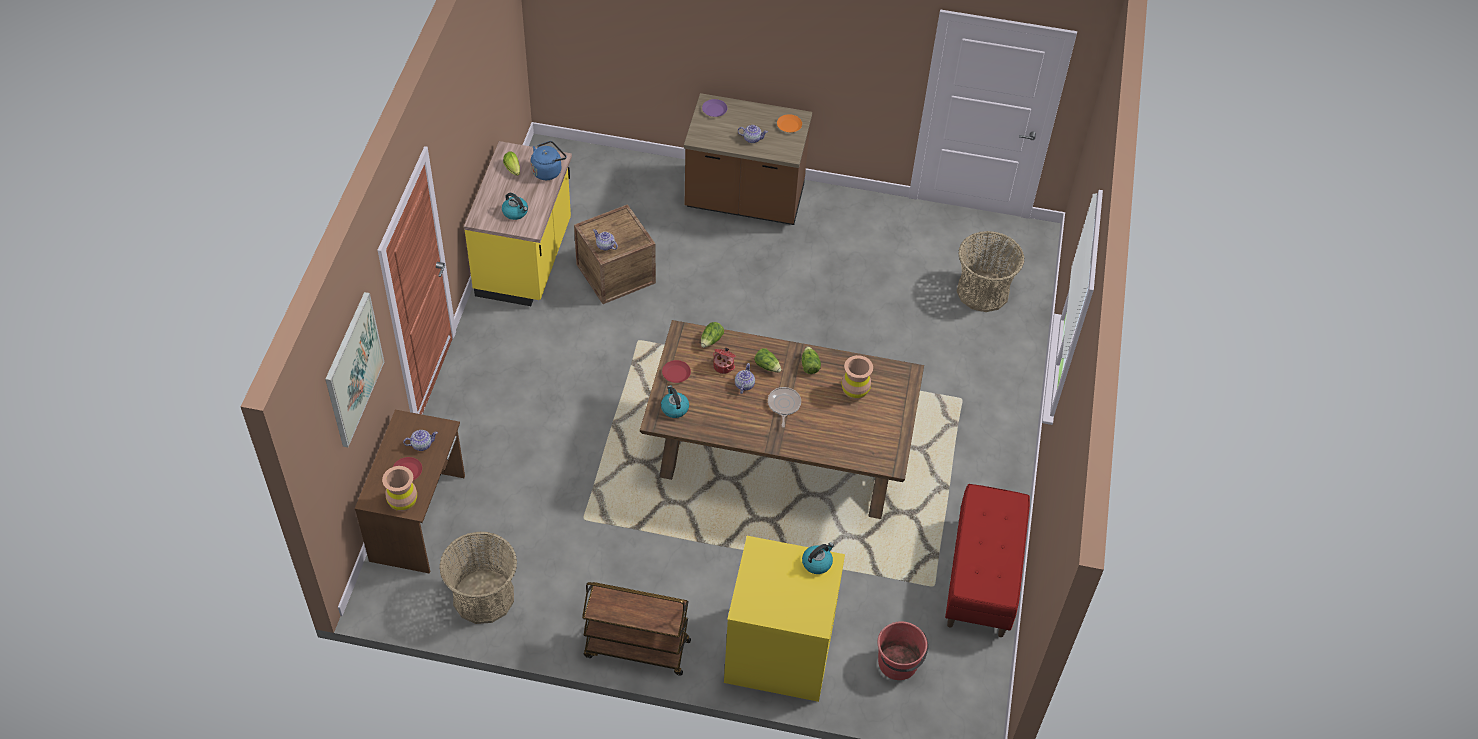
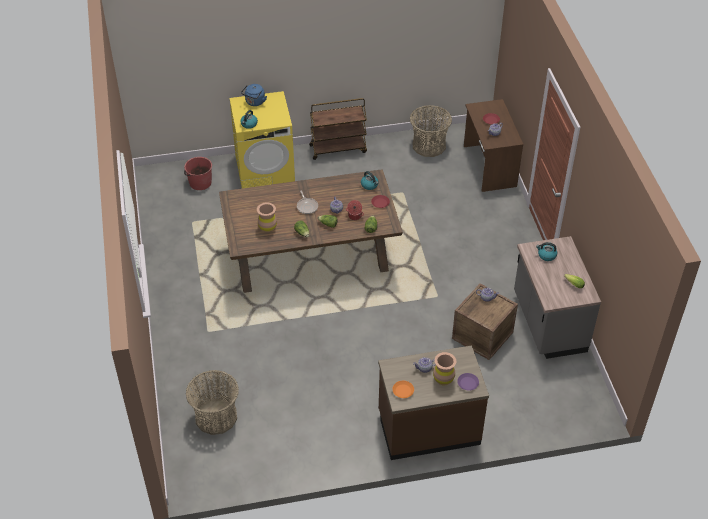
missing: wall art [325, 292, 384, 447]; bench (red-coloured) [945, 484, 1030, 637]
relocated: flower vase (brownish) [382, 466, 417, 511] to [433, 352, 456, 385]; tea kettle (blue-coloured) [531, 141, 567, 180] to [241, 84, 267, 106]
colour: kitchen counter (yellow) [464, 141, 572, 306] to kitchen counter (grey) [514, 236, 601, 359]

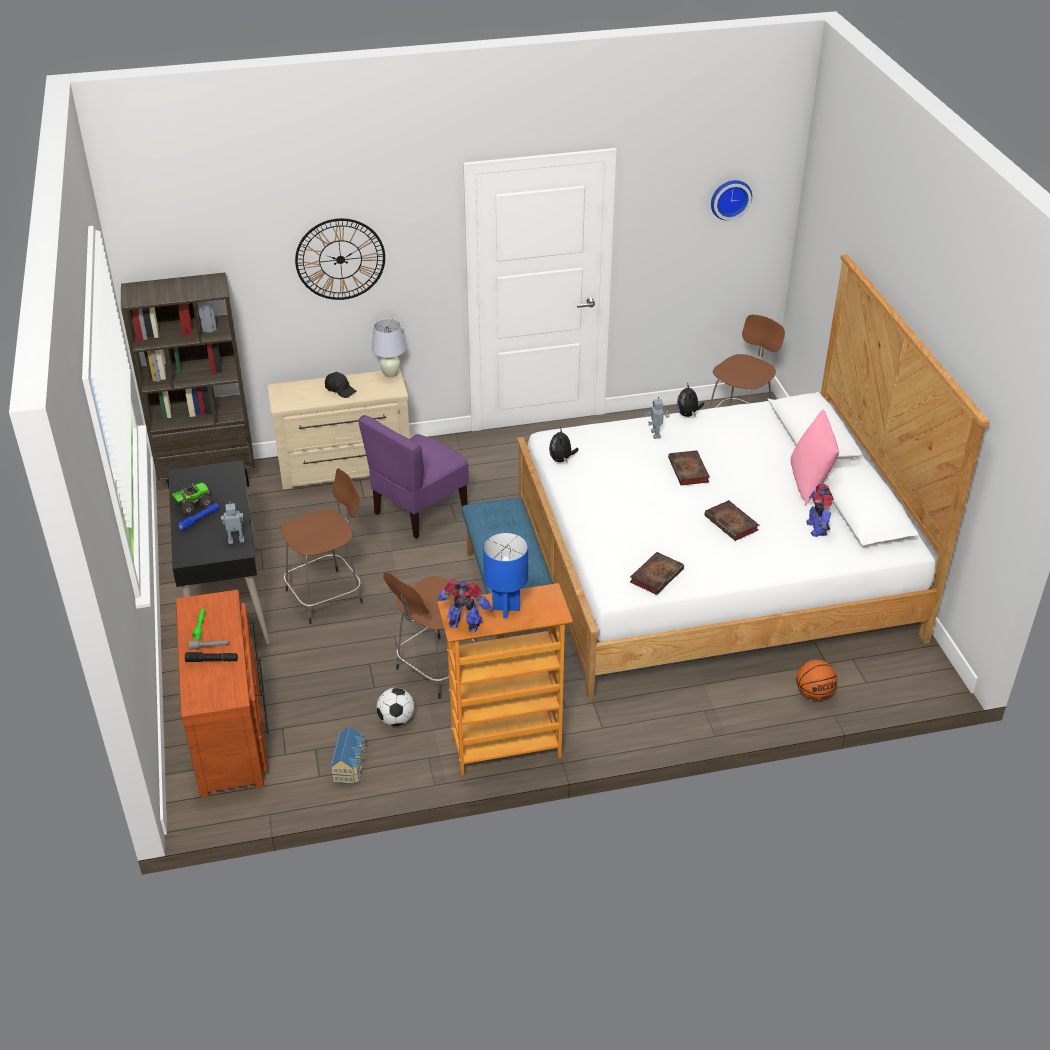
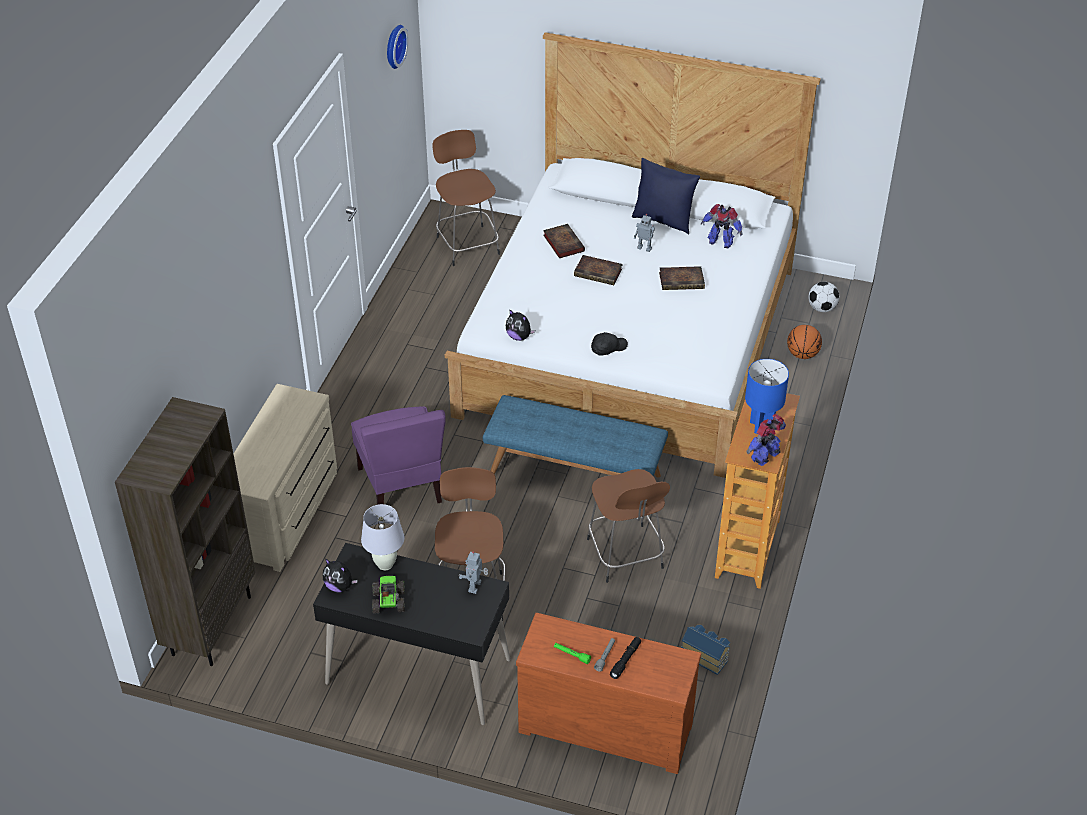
missing: flashlight (blue-coloured) [178, 503, 219, 531]; wall clock [295, 218, 385, 300]
relocated: baseball cap (black-coloured) [325, 372, 356, 398] to [591, 332, 628, 356]; tabletop lamp (white-coloured) [372, 319, 406, 378] to [361, 504, 405, 570]; ball for football [376, 688, 414, 726] to [808, 282, 840, 312]; volume [630, 552, 684, 595] to [543, 224, 585, 258]; model robot [645, 397, 670, 439] to [634, 214, 655, 252]; plush toy [677, 382, 704, 417] to [323, 558, 358, 593]
colour: cushion (pink) [791, 410, 839, 505] to cushion (blue-coloured) [632, 158, 701, 235]

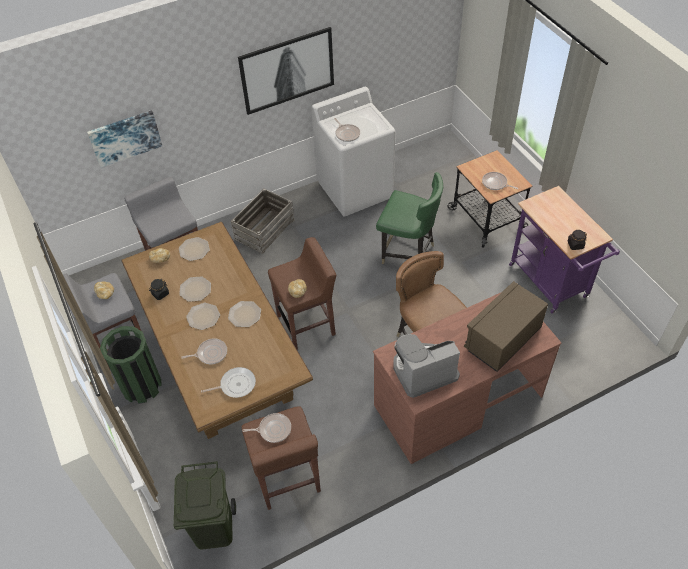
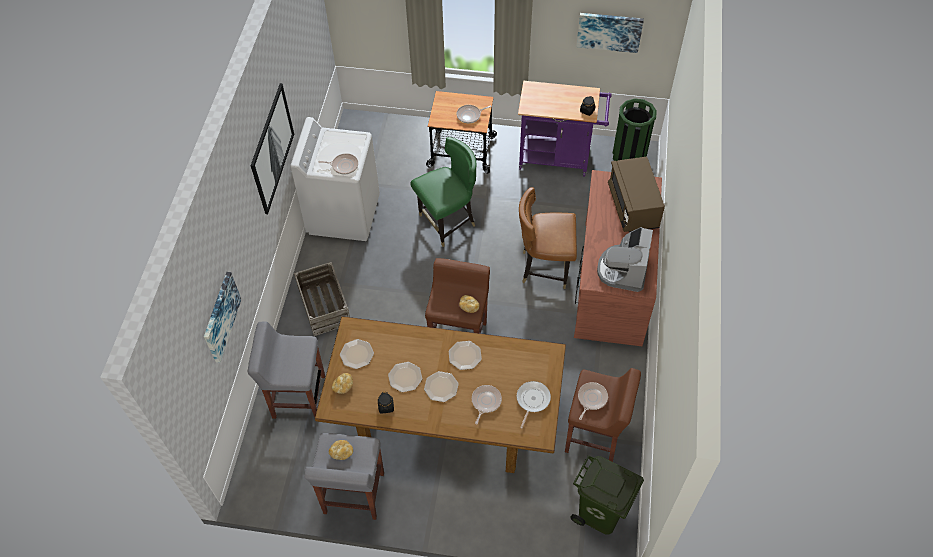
appeared: wall art [576, 13, 644, 53]
relocated: waste bin (greenish) [100, 326, 162, 404] to [612, 98, 657, 161]

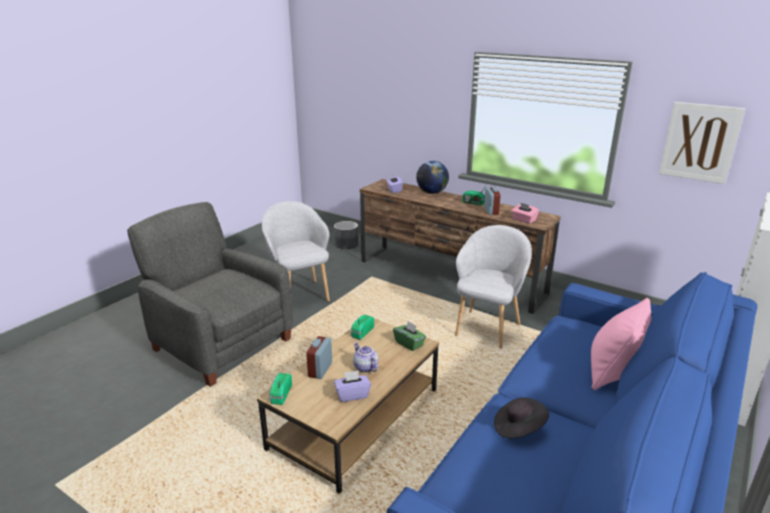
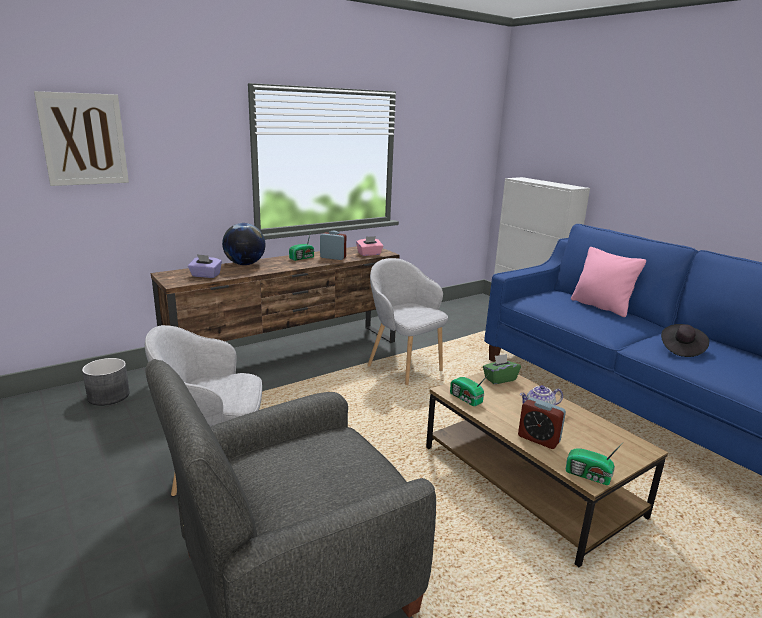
missing: tissue holder (purple-coloured) [334, 371, 371, 402]
relocated: wall art [659, 102, 745, 184] to [34, 91, 129, 186]

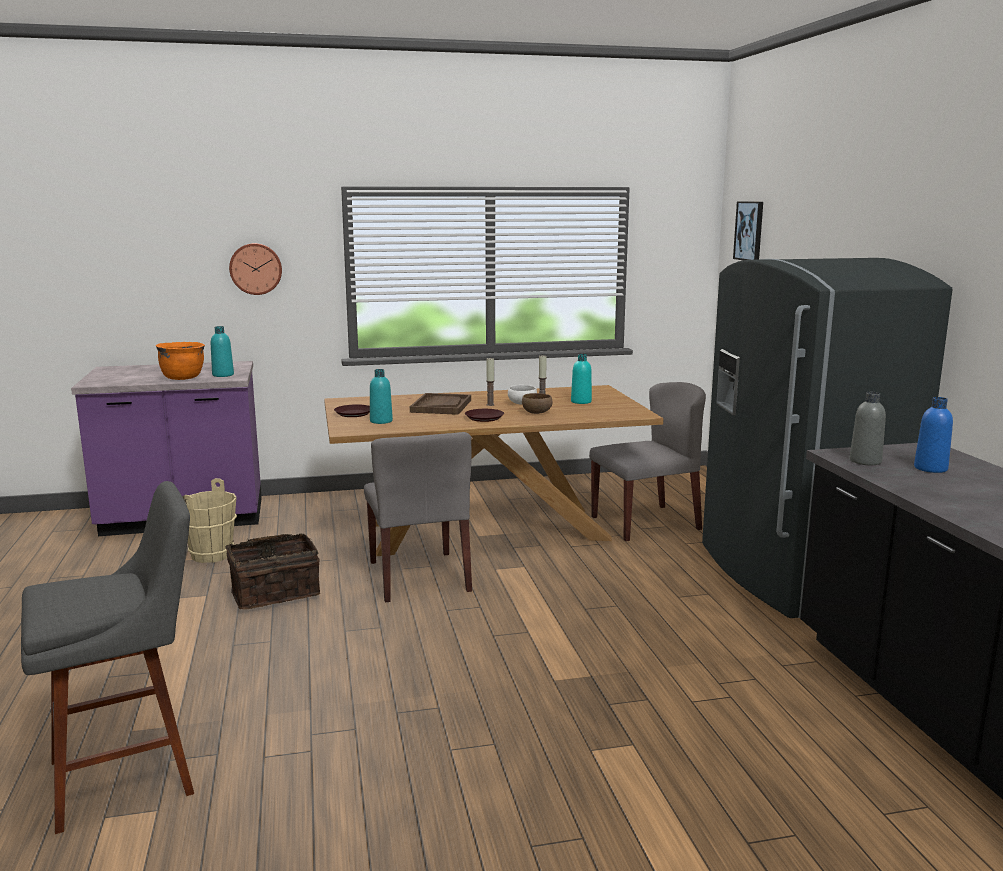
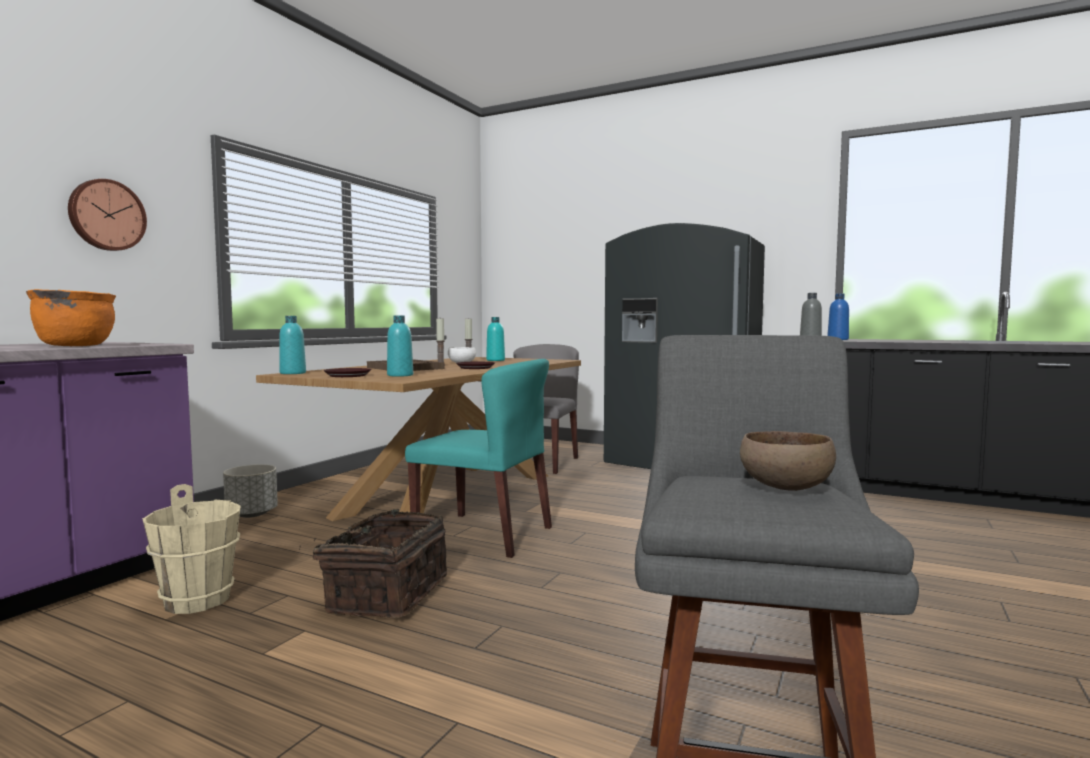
missing: wall art [733, 201, 763, 260]
appeared: planter (grey) [223, 464, 278, 518]
relocated: drink bottle (turquoise) [211, 326, 234, 377] to [279, 316, 306, 374]; serving bowl (brownish) [522, 393, 552, 414] to [740, 431, 836, 491]
colour: chair (grey) [364, 432, 472, 603] to chair (turquoise) [405, 359, 552, 558]

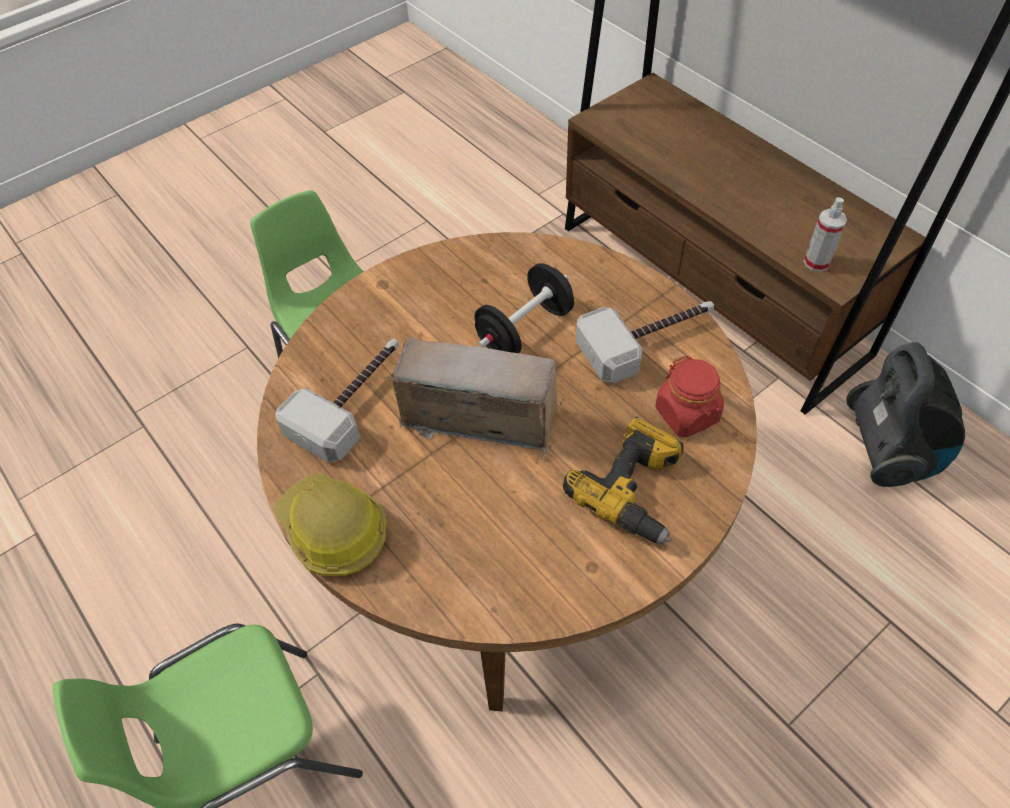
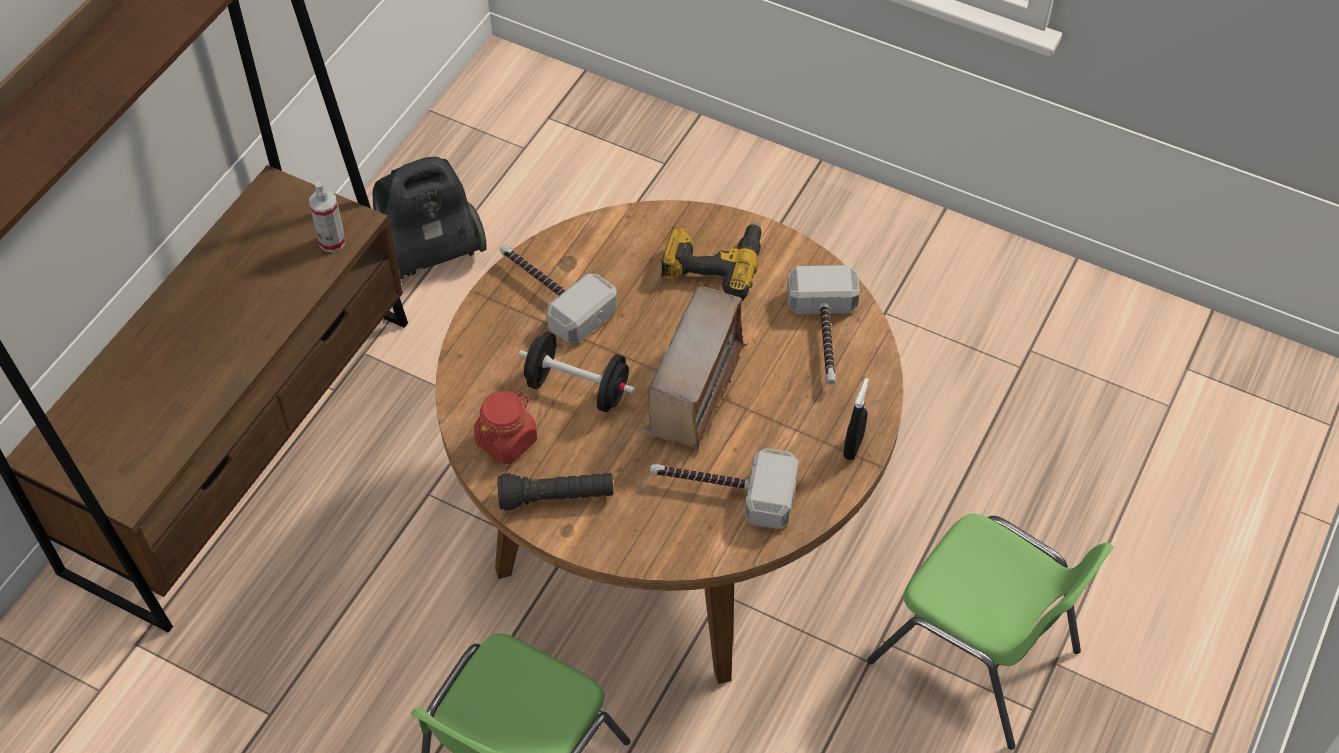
appeared: flashlight (black-coloured) [498, 473, 614, 510]; hand hammer [787, 265, 860, 385]
relocated: preserve jar (red-coloured) [655, 356, 724, 437] to [474, 390, 537, 464]
exchanged: work helmet [274, 474, 387, 576] to spray bottle (black-coloured) [843, 378, 869, 460]
spun: radio set [384, 336, 565, 460] = [642, 282, 748, 450] 150 degrees counterclockwise

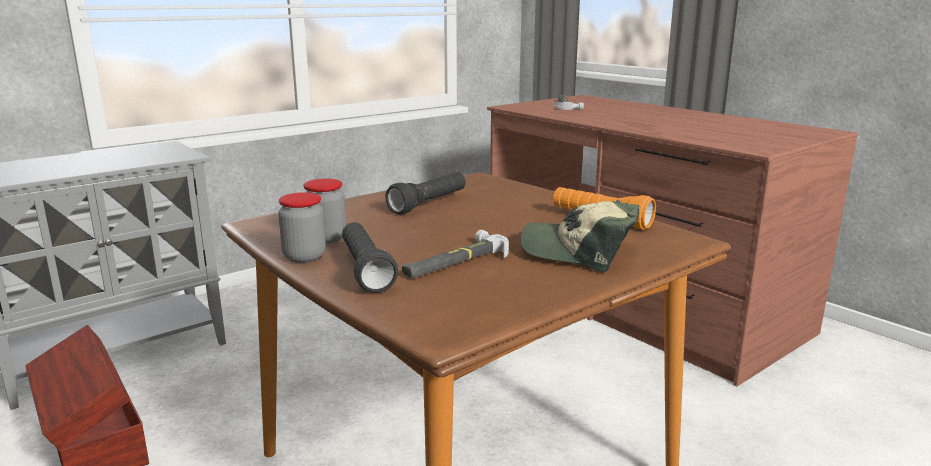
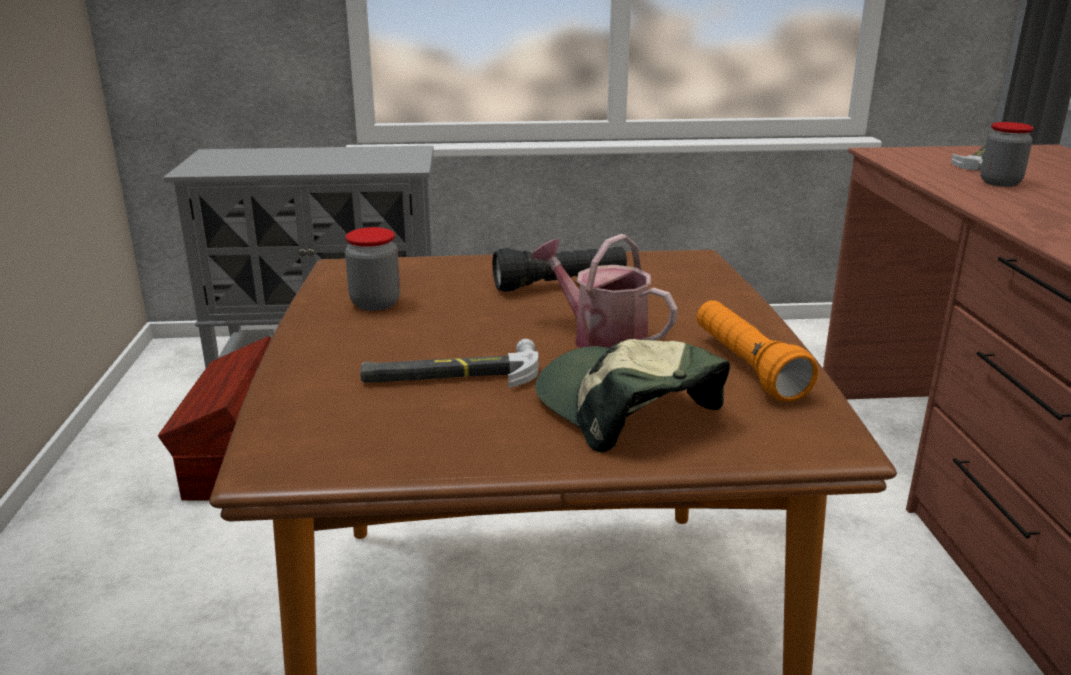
missing: flashlight (black-coloured) [342, 222, 398, 293]
appeared: sprinkling can [532, 234, 678, 348]
relocated: preserve jar [278, 192, 326, 263] to [980, 122, 1034, 187]

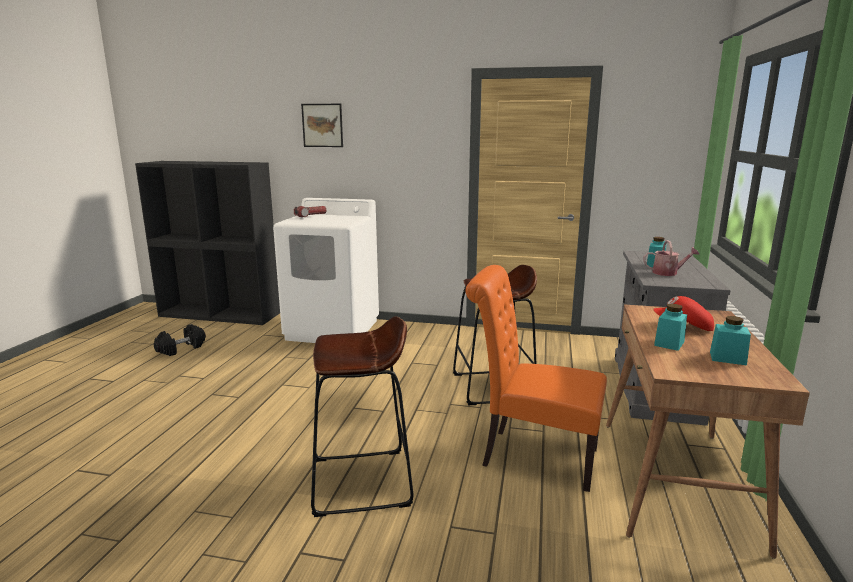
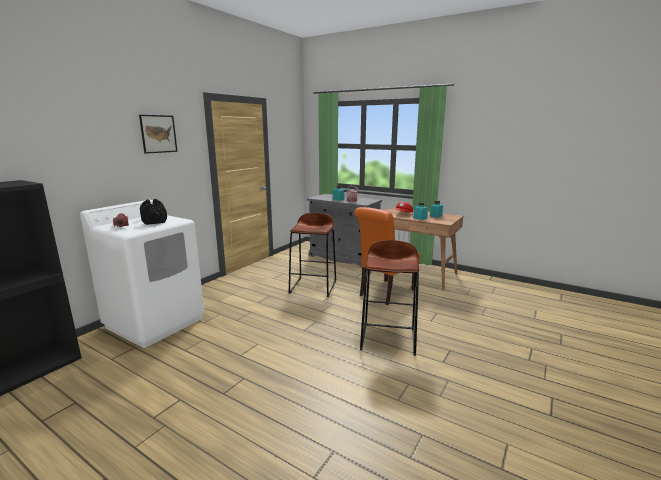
relocated: dumbbell (black-coloured) [154, 324, 206, 356] to [140, 199, 167, 225]; wall art [301, 104, 343, 147] to [139, 115, 178, 154]

